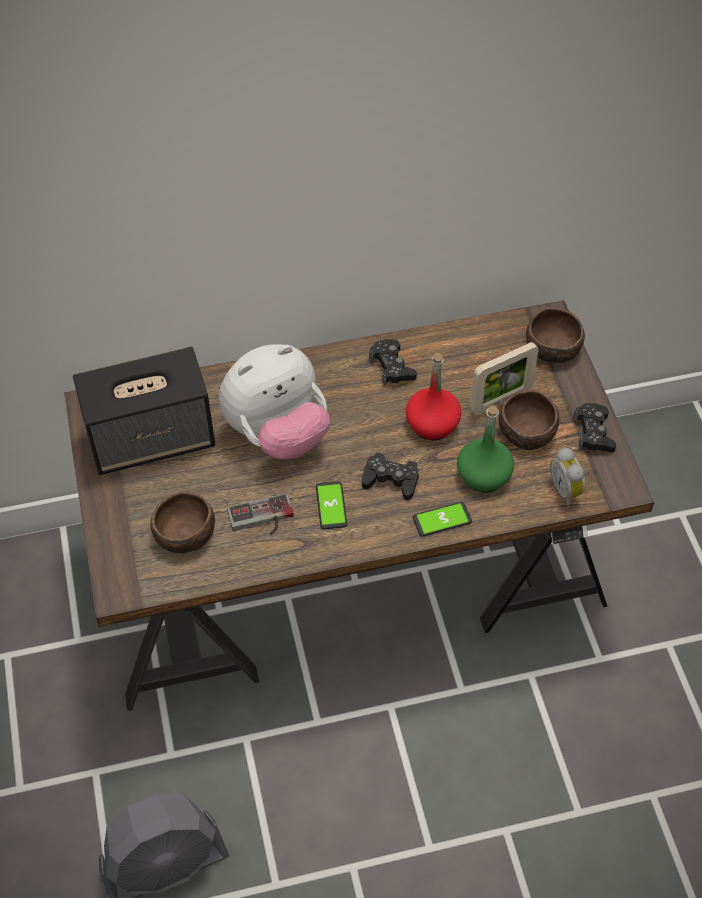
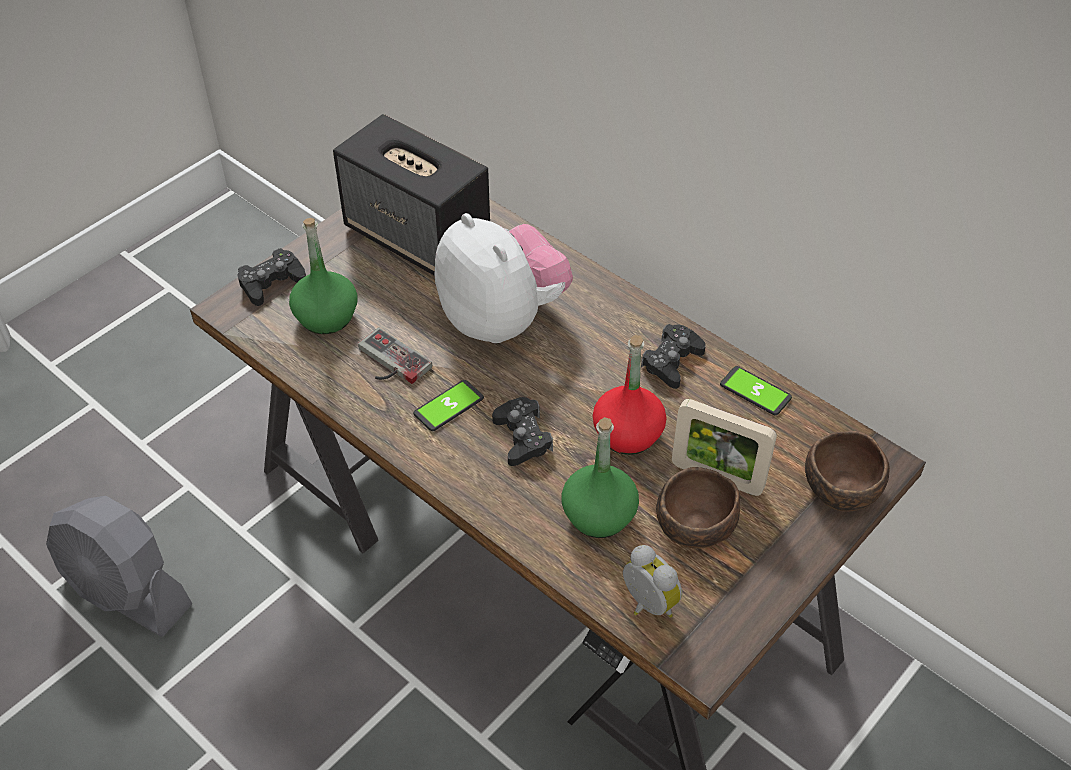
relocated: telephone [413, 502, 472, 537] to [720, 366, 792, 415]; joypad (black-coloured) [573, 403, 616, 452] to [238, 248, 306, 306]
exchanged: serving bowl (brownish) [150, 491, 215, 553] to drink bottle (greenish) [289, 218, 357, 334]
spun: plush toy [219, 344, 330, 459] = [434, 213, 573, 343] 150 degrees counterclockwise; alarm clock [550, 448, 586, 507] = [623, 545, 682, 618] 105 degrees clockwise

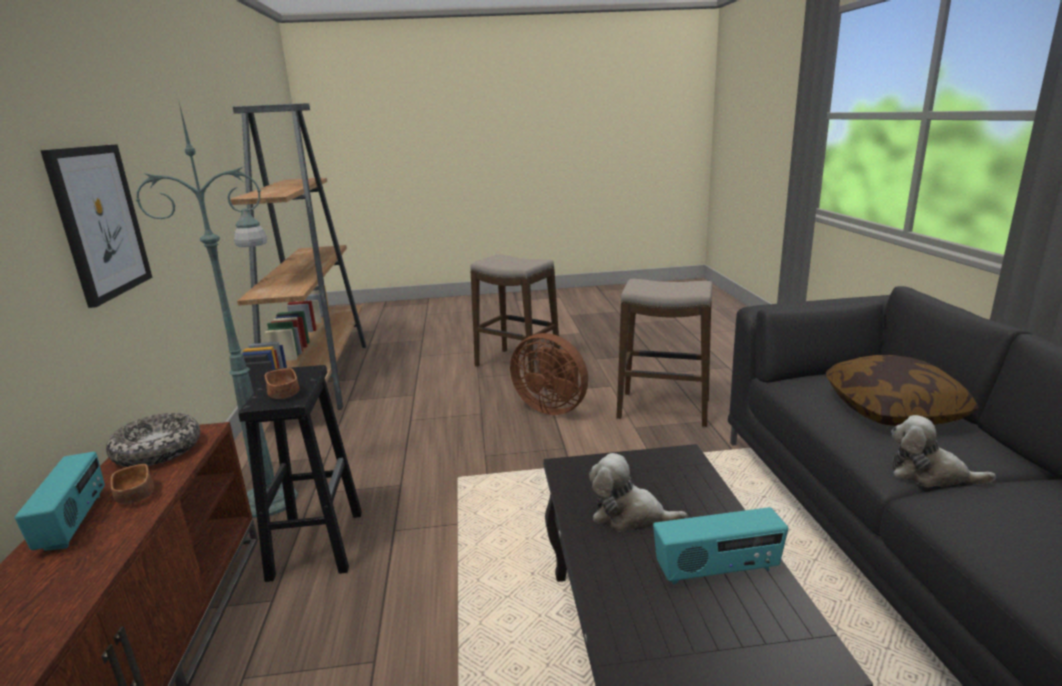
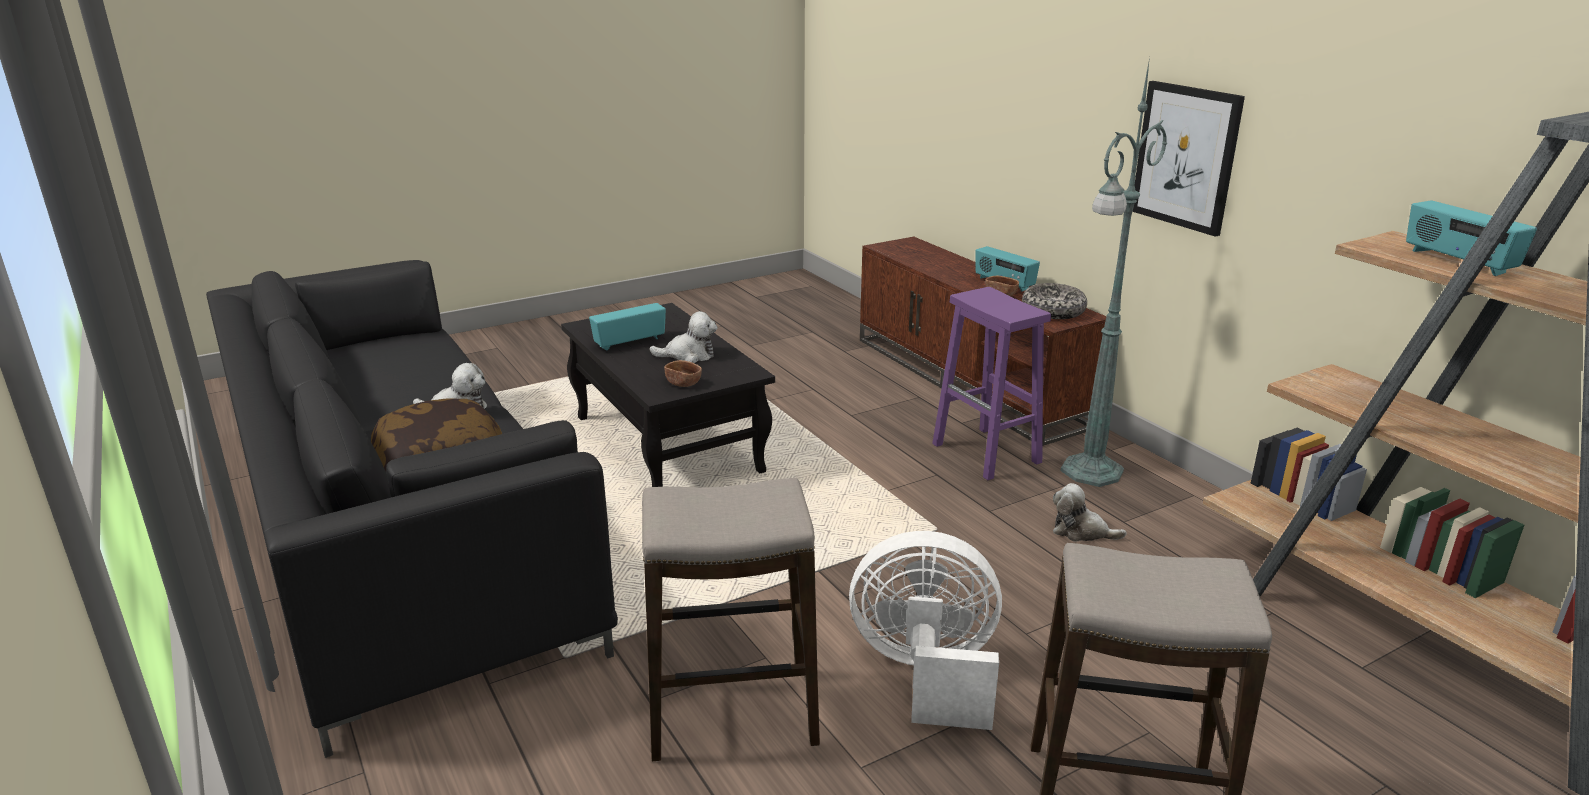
appeared: plush toy [1053, 483, 1127, 542]; radio set [1406, 201, 1537, 276]
relocated: serving bowl (brownish) [265, 368, 300, 399] to [664, 360, 702, 387]
colour: sitting stool (black-coloured) [239, 365, 362, 582] to sitting stool (purple-coloured) [932, 287, 1051, 480]; electric fan (brownish) [510, 333, 588, 415] to electric fan (white-coloured) [849, 531, 1002, 730]

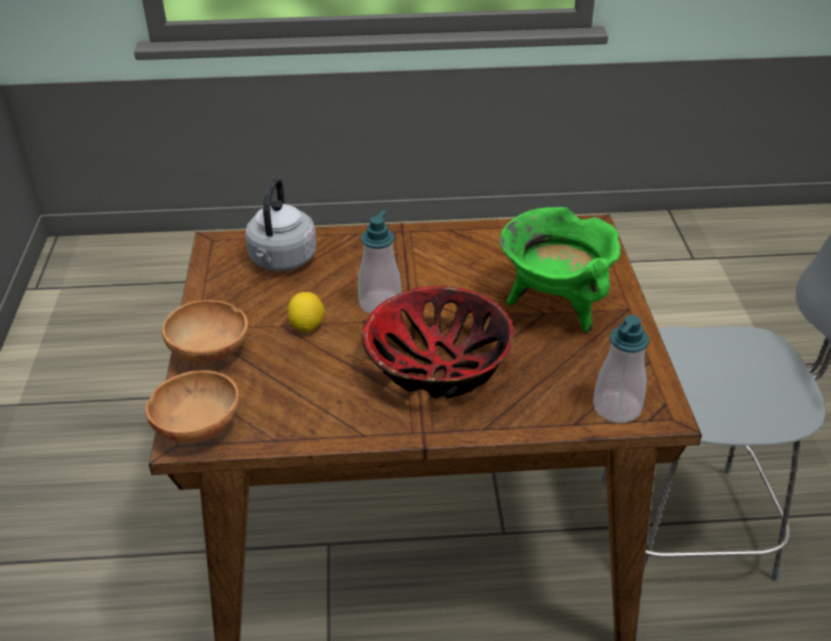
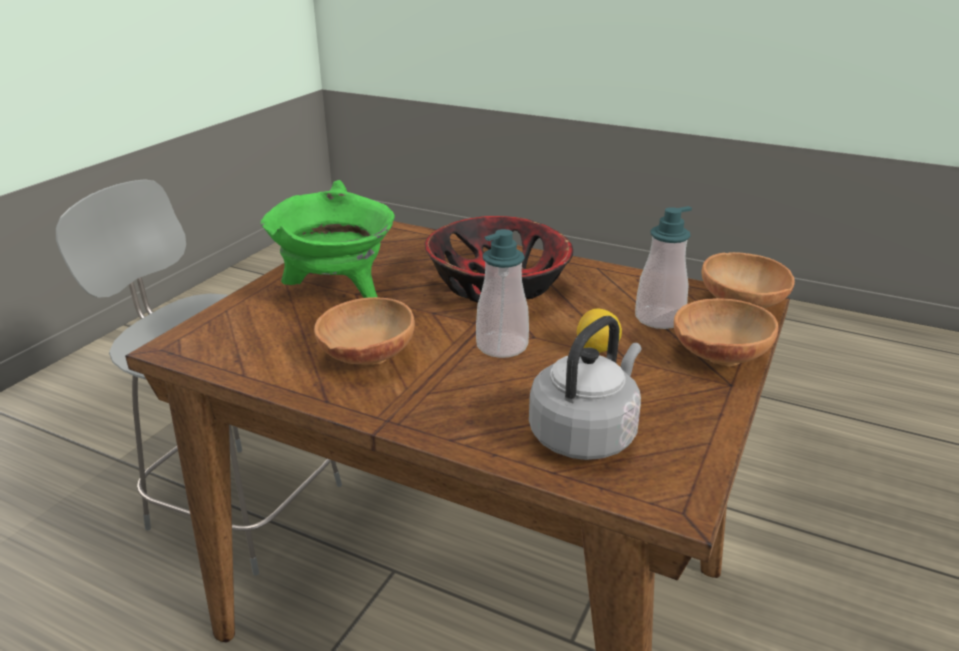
appeared: serving bowl (brownish) [314, 297, 415, 365]
relocated: soap bottle [593, 315, 650, 423] to [635, 206, 692, 329]

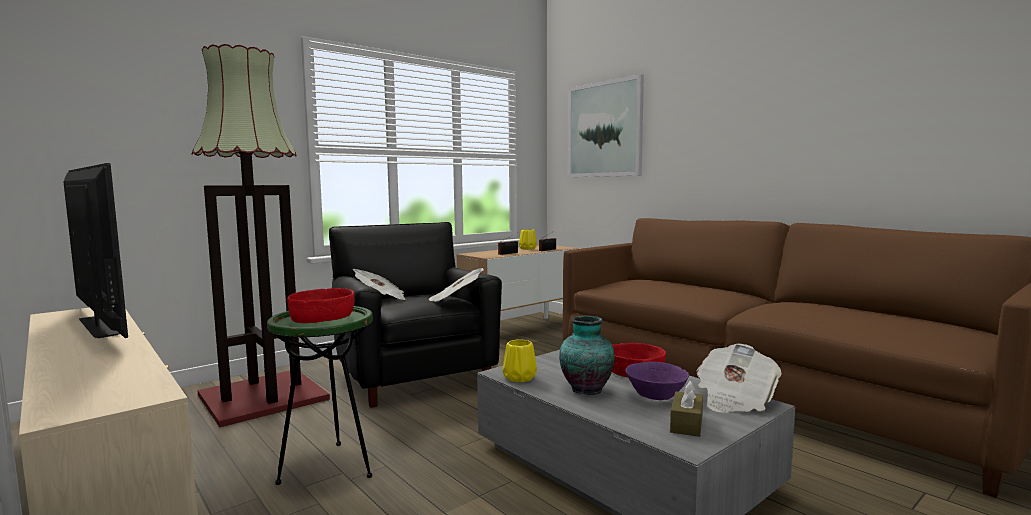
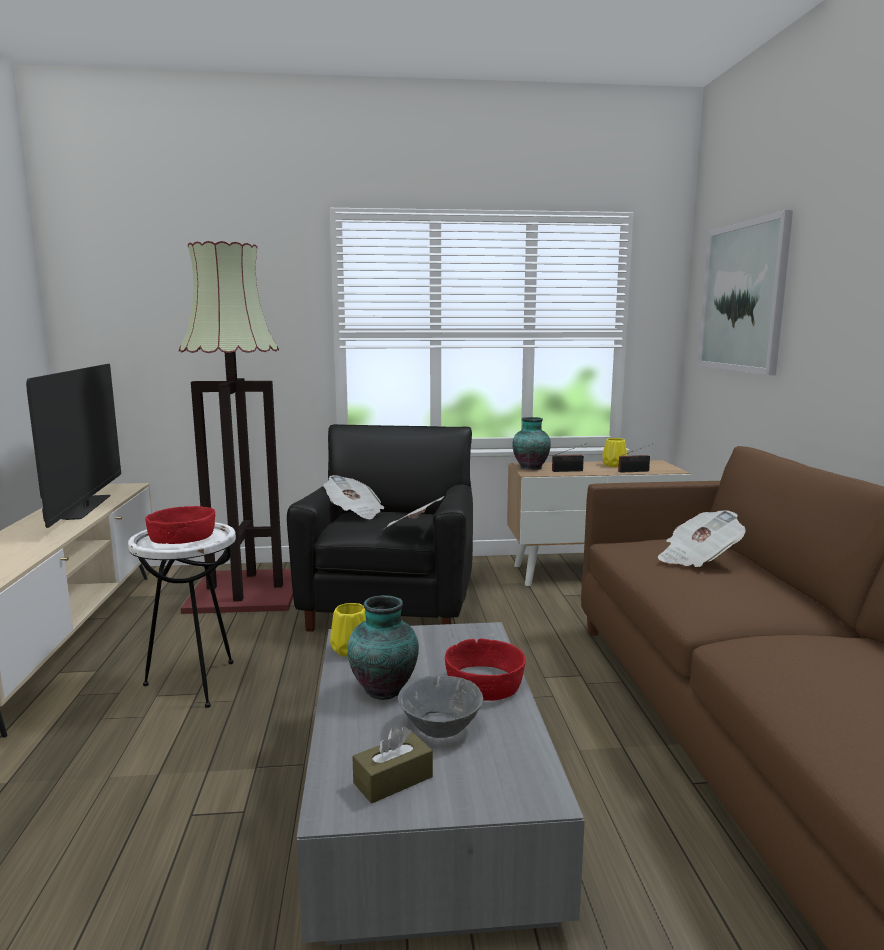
appeared: flower vase [512, 417, 551, 470]
relocated: newspaper [697, 344, 782, 413] to [658, 510, 746, 567]
colour: side table (greenish) [267, 306, 373, 485] to side table (white-coloured) [128, 522, 236, 708]; serving bowl (purple-coloured) [625, 362, 689, 400] to serving bowl (grey) [398, 675, 483, 738]

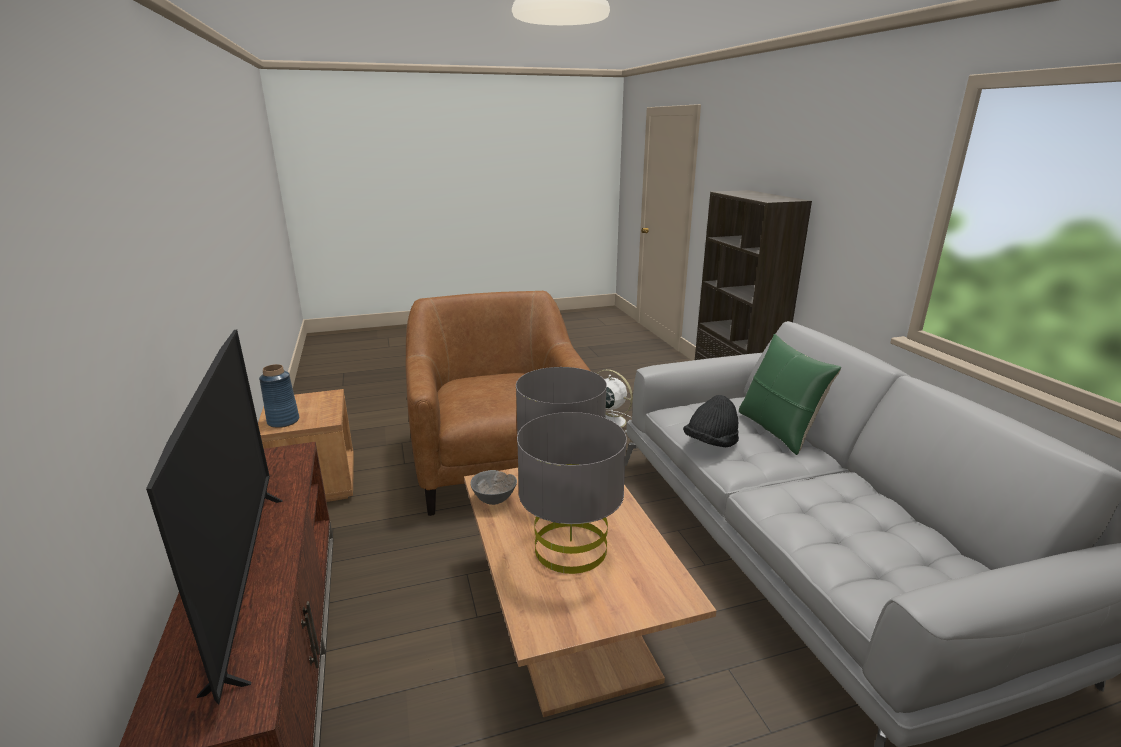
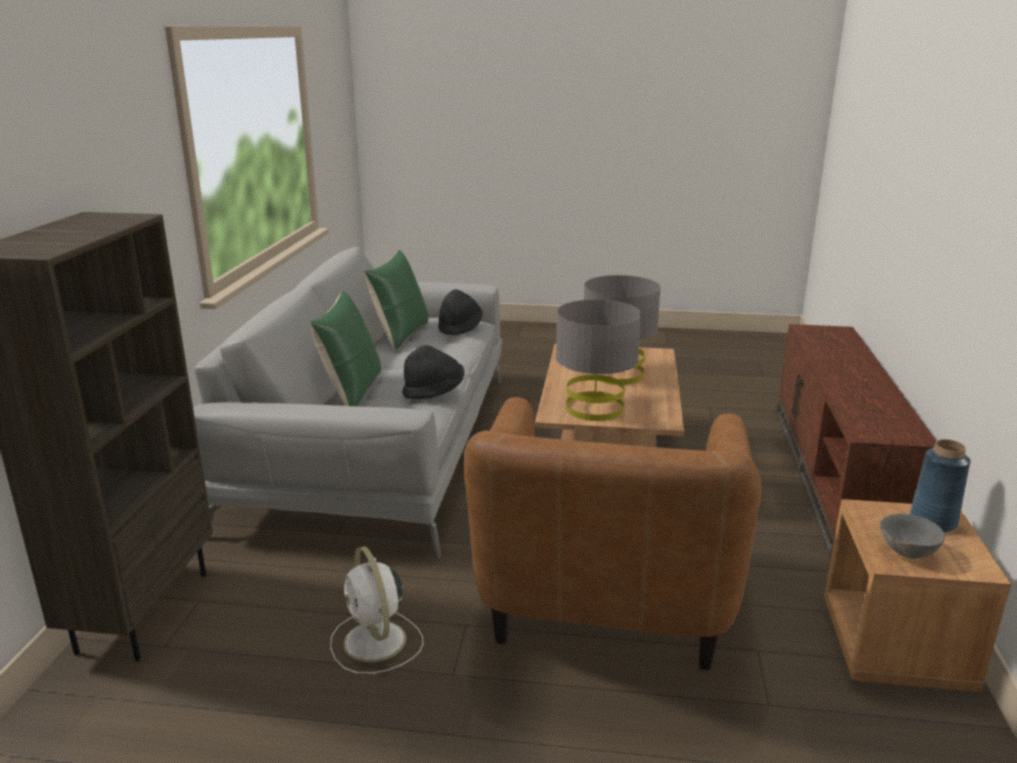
missing: television [146, 330, 283, 705]
appeared: cushion (greenish) [364, 250, 428, 349]; hat (black-coloured) [438, 289, 483, 336]
relocated: serving bowl (grey) [471, 470, 517, 505] to [880, 514, 945, 559]

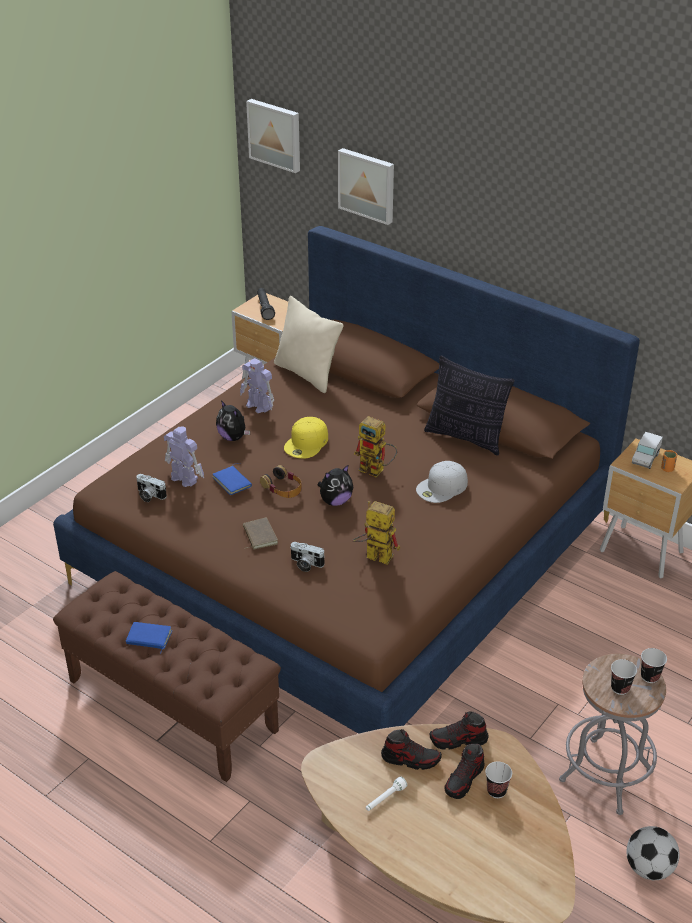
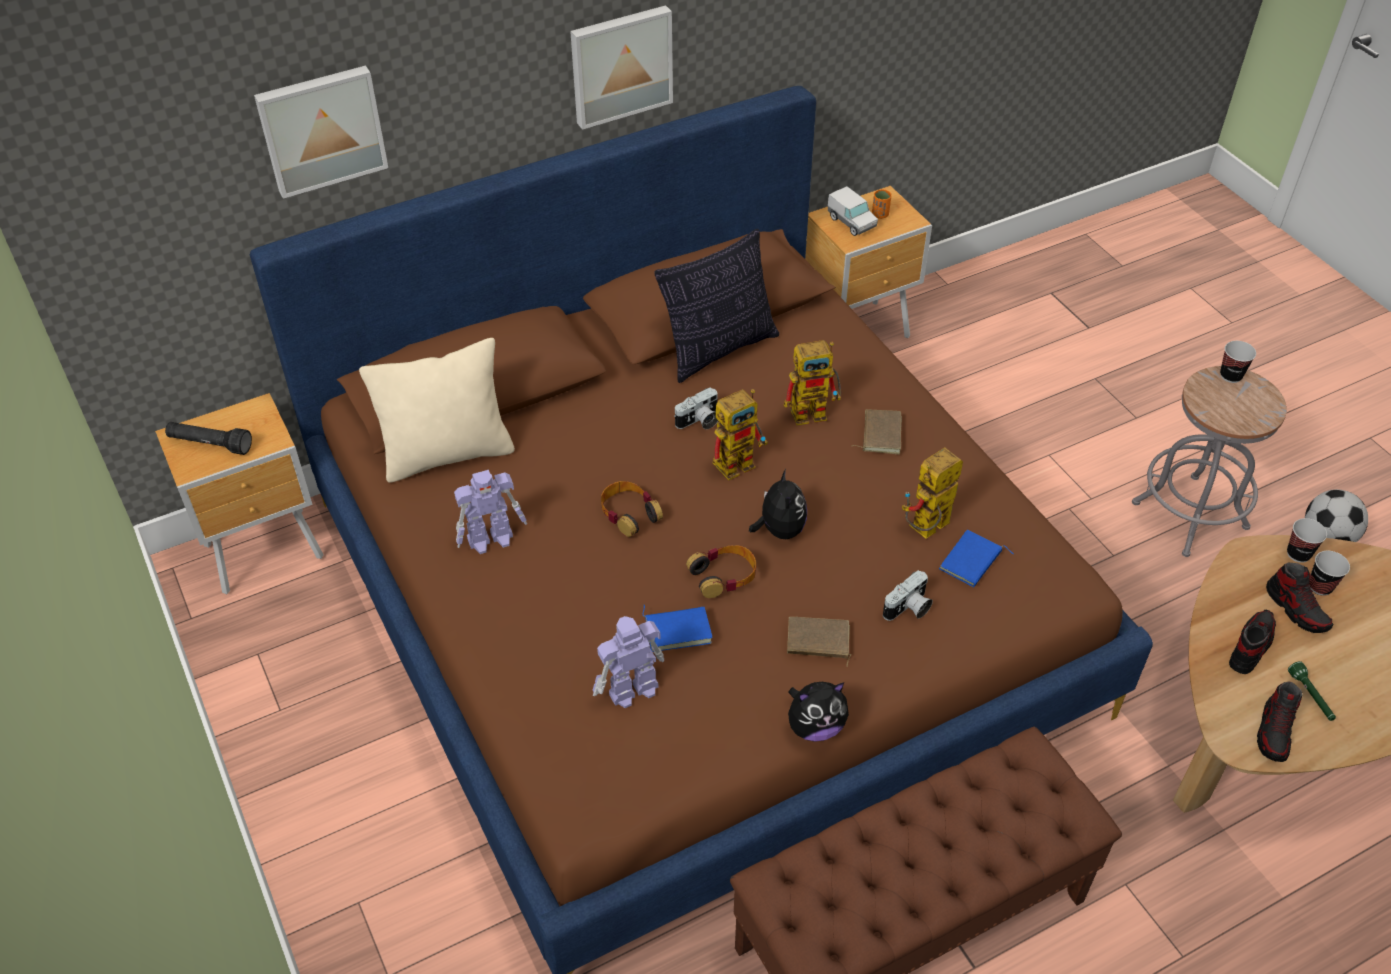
appeared: volume (brownish) [852, 409, 902, 454]
relocated: volume (blue-coloured) [126, 622, 172, 653] to [939, 530, 1014, 587]; still camera [136, 474, 167, 502] to [674, 387, 718, 429]; plush toy [216, 400, 250, 441] to [788, 682, 849, 742]; wall art [246, 99, 300, 173] to [570, 5, 673, 130]; item of footwear [430, 711, 488, 750] to [1257, 681, 1303, 762]; drinking cup [611, 659, 637, 695] to [1287, 518, 1327, 563]
exchanged: baseball cap (yellow) [284, 417, 328, 459] to headphones [601, 481, 663, 537]; baseball cap (white-coloured) [416, 461, 468, 503] to model robot [784, 340, 841, 425]
colour: flashlight (white-coloured) [366, 776, 407, 811] to flashlight (greenish) [1288, 661, 1336, 721]

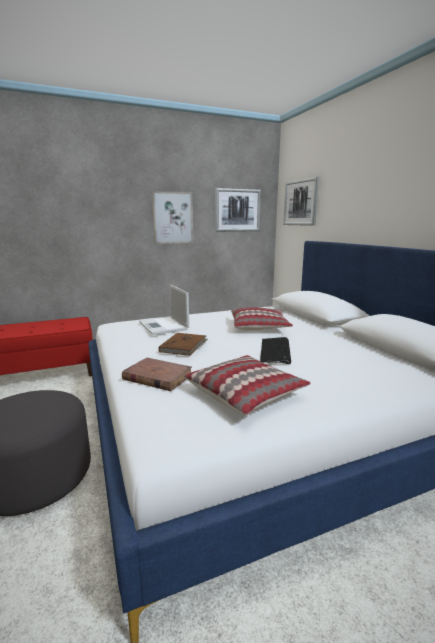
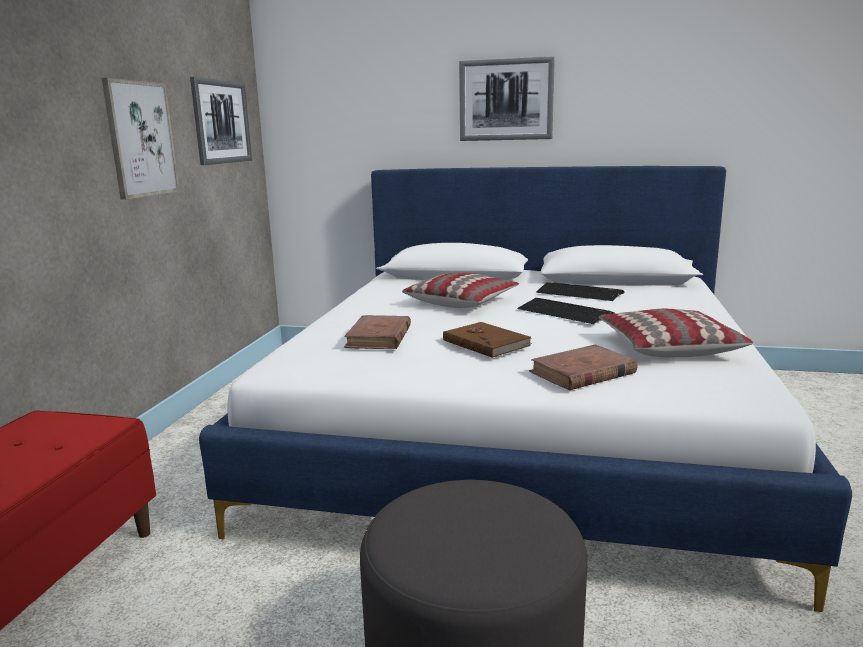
appeared: PC keyboard [536, 282, 625, 301]
relocated: wall art [283, 177, 319, 226] to [459, 56, 555, 141]
exchanged: laptop [139, 285, 189, 335] to volume (brownish) [344, 315, 411, 349]

